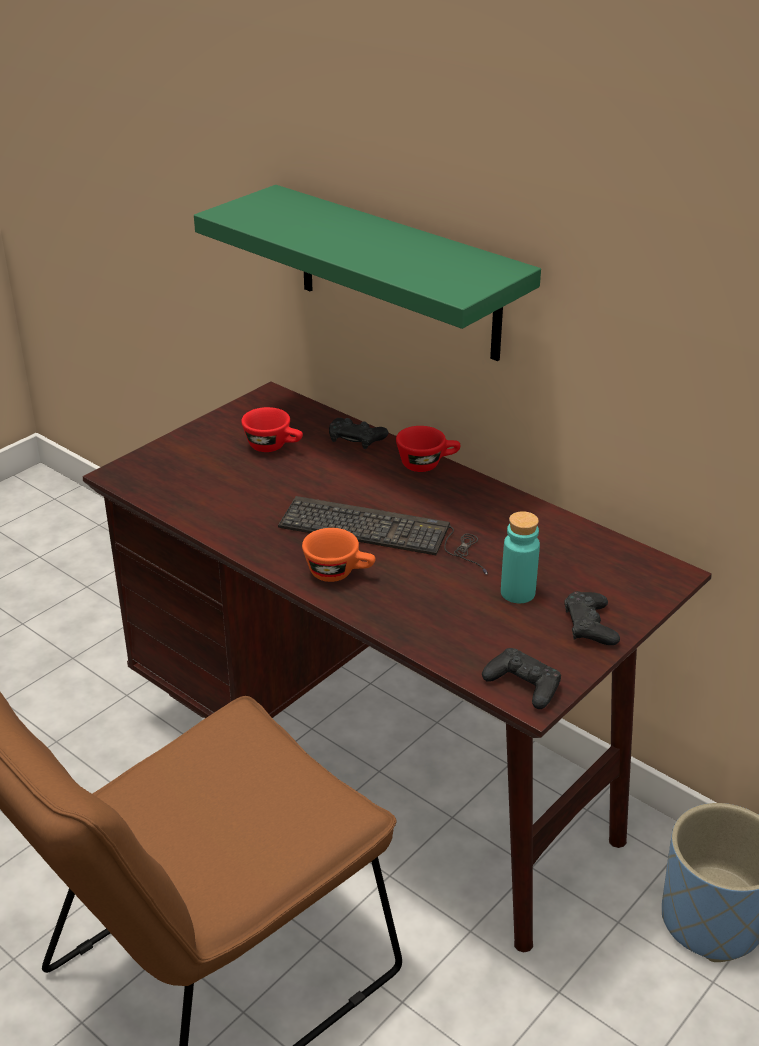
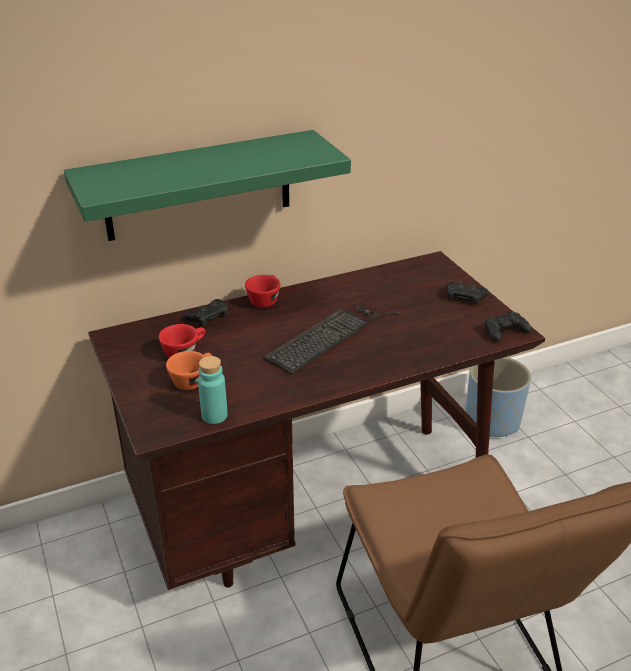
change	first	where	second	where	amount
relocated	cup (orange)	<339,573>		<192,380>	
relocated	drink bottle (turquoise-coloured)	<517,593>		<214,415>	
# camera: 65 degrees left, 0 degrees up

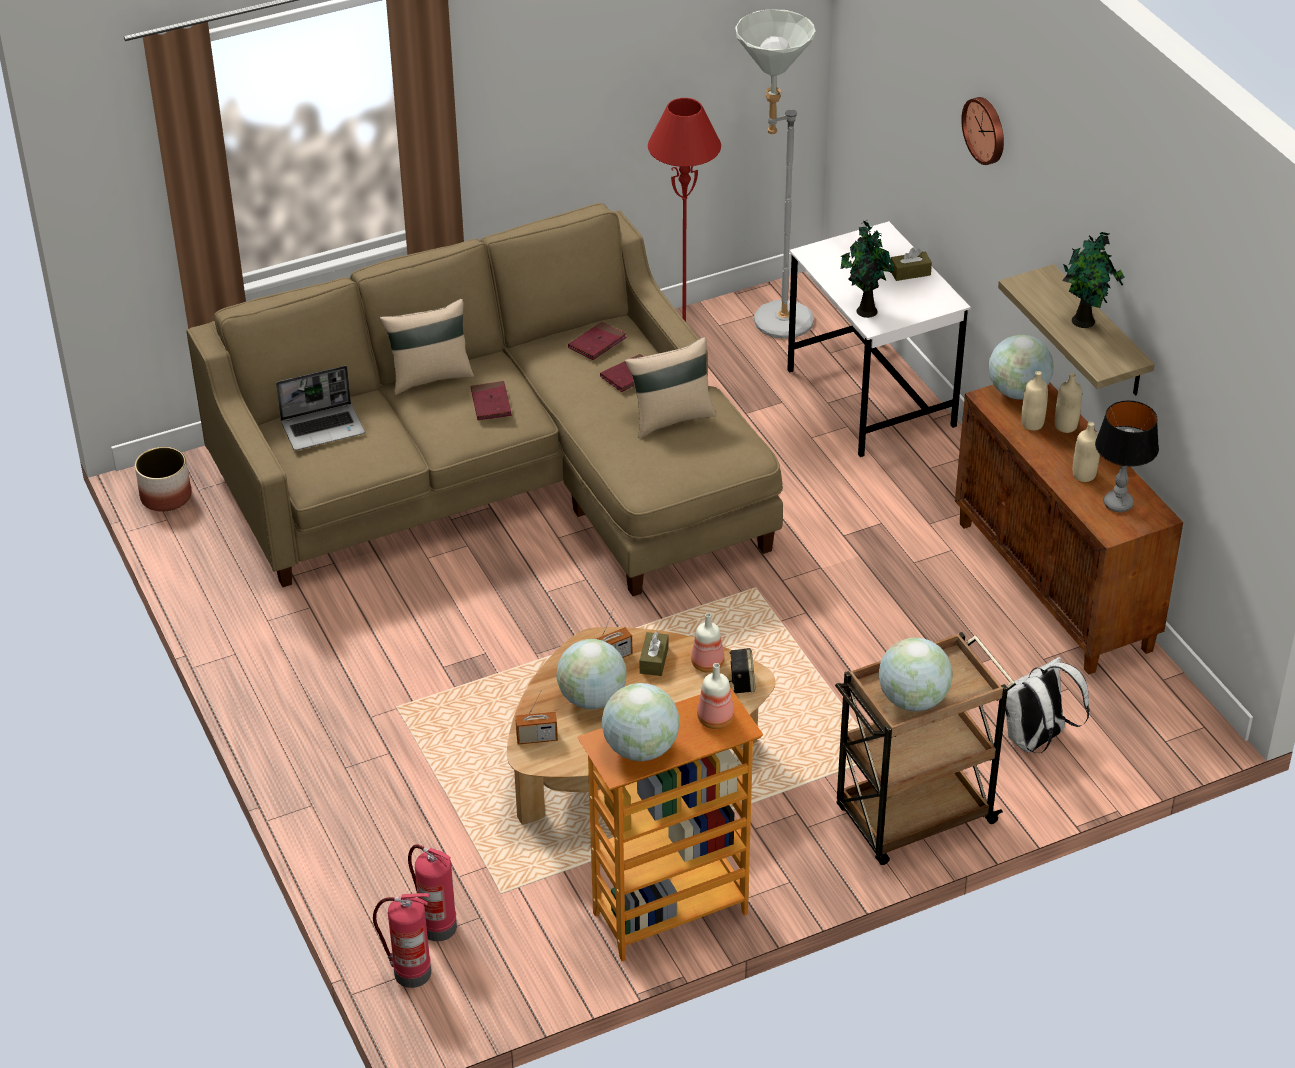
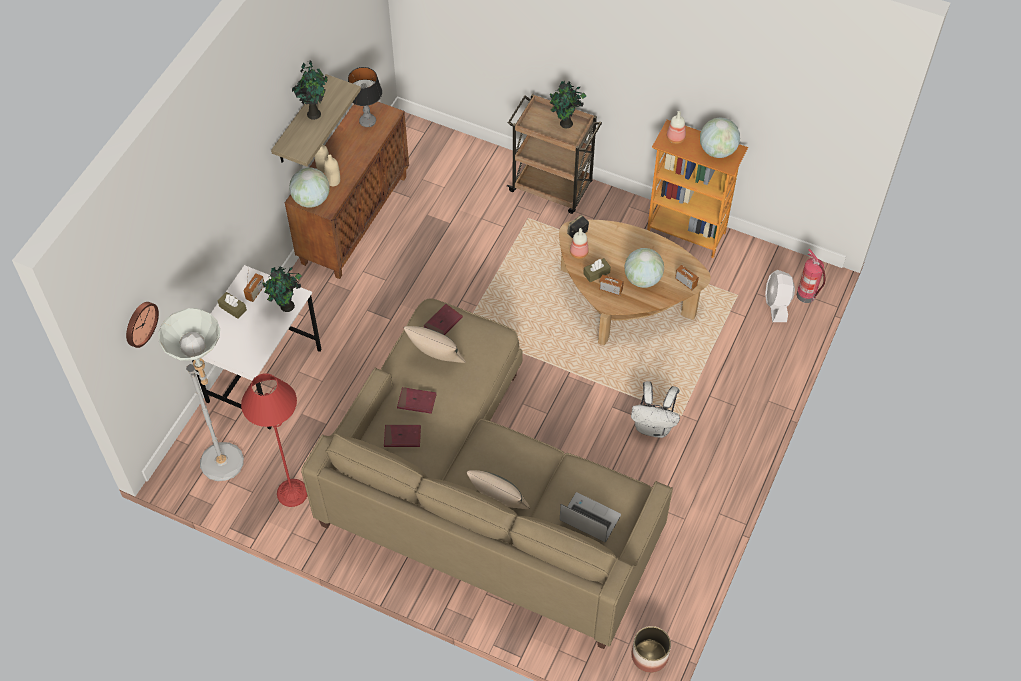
change	first	where	second	where	amount
missing	drink bottle (sand-coloured)	<1084,475>			
appeared			radio	<255,292>	
relocated	bound book (red)	<491,403>		<443,322>	
relocated	hanging clock	<986,130>		<140,323>	
relocated	backpack (white)	<1035,740>		<653,427>	
exchanged	extinguisher	<436,926>	cooling fan (white)	<776,304>	
exchanged	globe	<912,700>	potted plant	<566,124>	
# camera: 130 degrees left, 15 degrees up

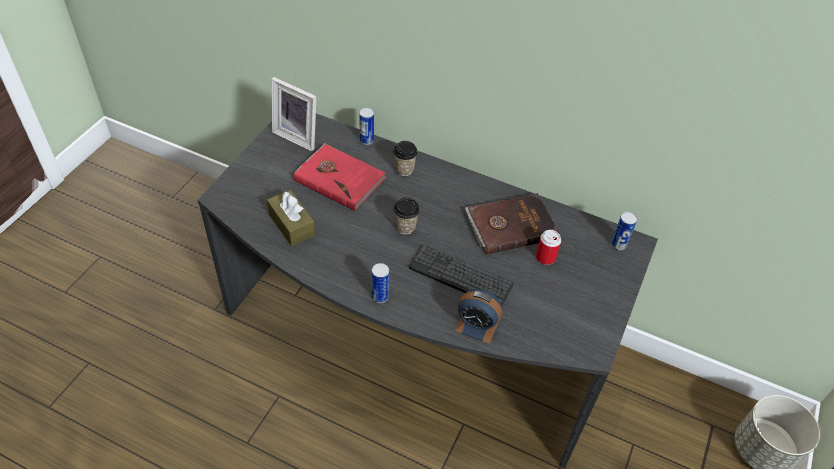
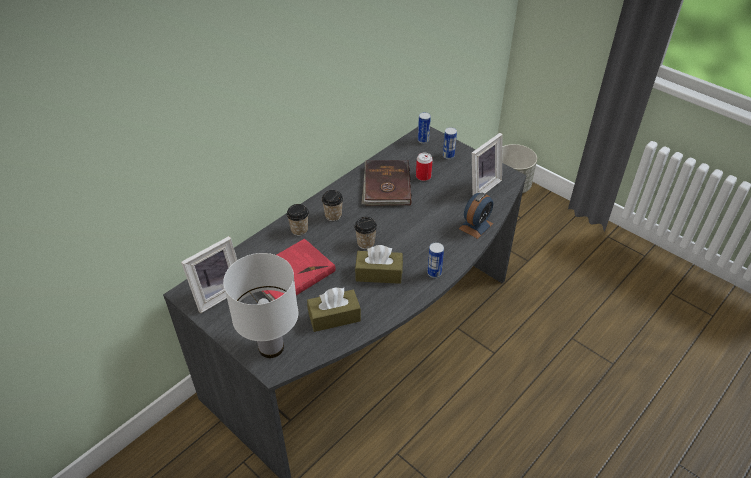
change	first	where	second	where	amount
missing	keyboard	<460,276>			
appeared			lamp for a table (white)	<271,347>	
appeared			cup	<333,216>	
appeared			tissue holder (brown-coloured)	<379,273>	
appeared			picture frame	<480,186>	
relocated	metal can	<366,140>		<448,156>	
# camera: 70 degrees left, 5 degrees down

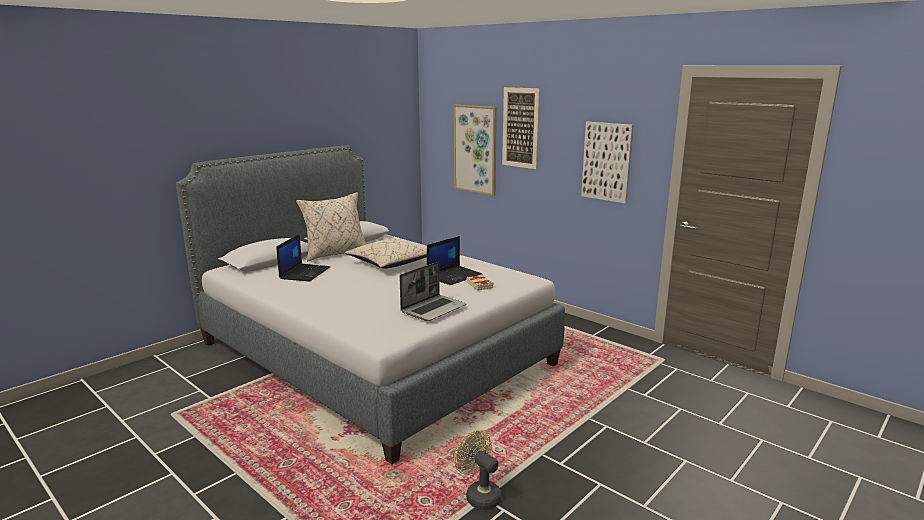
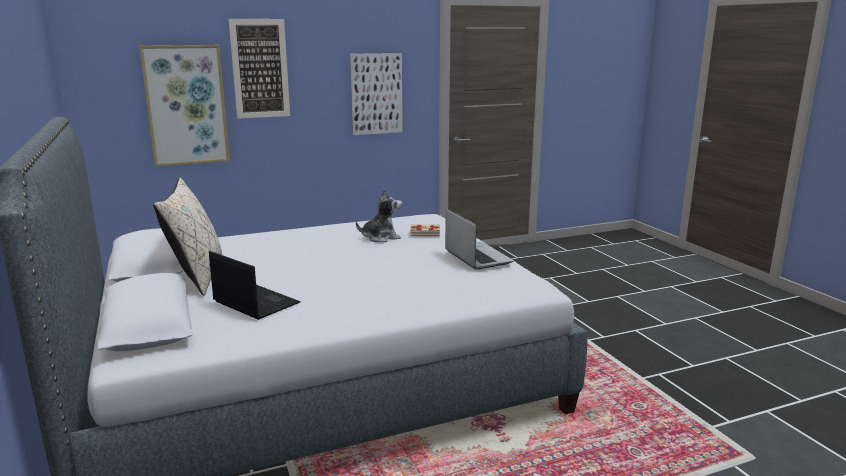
change	first	where	second	where	amount
missing	throw pillow (sand-coloured)	<390,263>			
missing	cooling fan (sand-coloured)	<479,495>			
exchanged	laptop	<454,276>	cuddly toy	<381,238>	
# camera: 65 degrees left, 0 degrees up

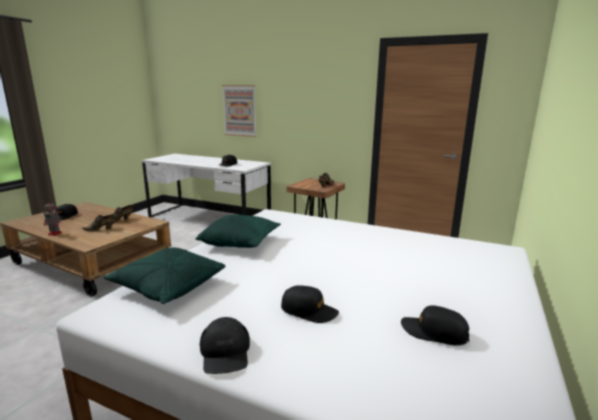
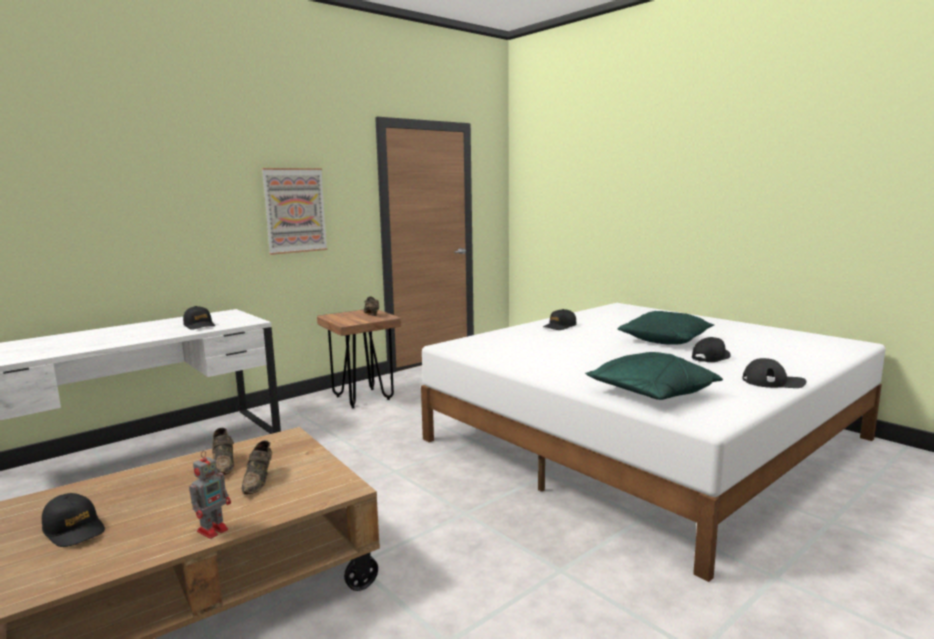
change	first	where	second	where	amount
relocated	throw pillow (green)	<240,242>		<665,340>	
relocated	picture	<239,110>		<295,210>	
relocated	peaked cap (black-coloured)	<434,332>		<559,326>	
# camera: 65 degrees left, 5 degrees down

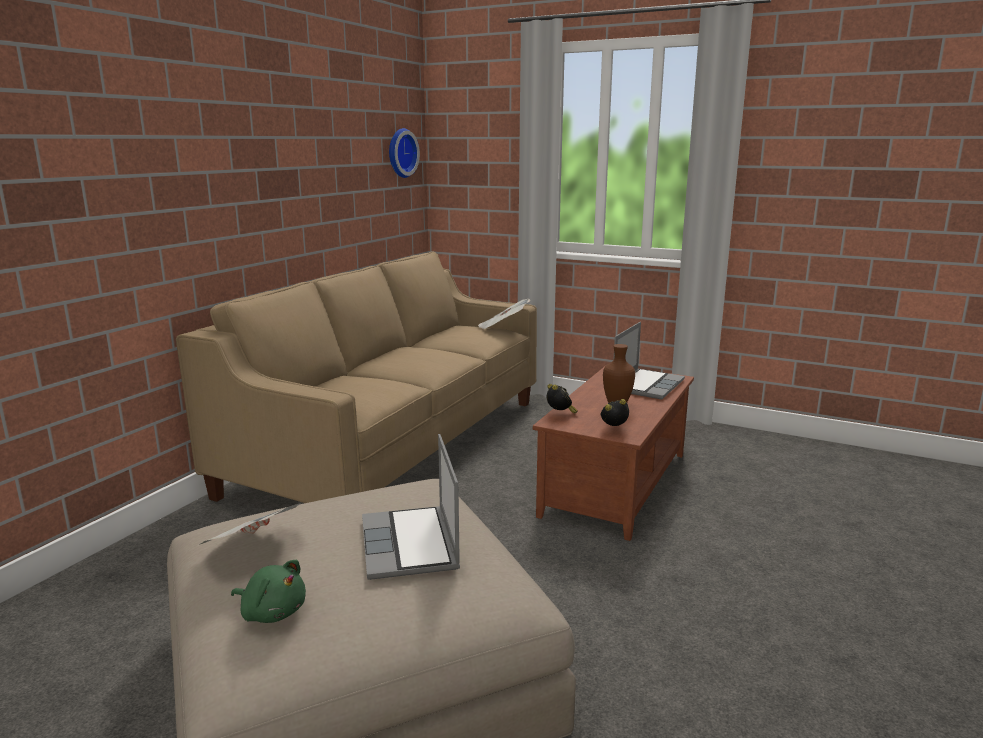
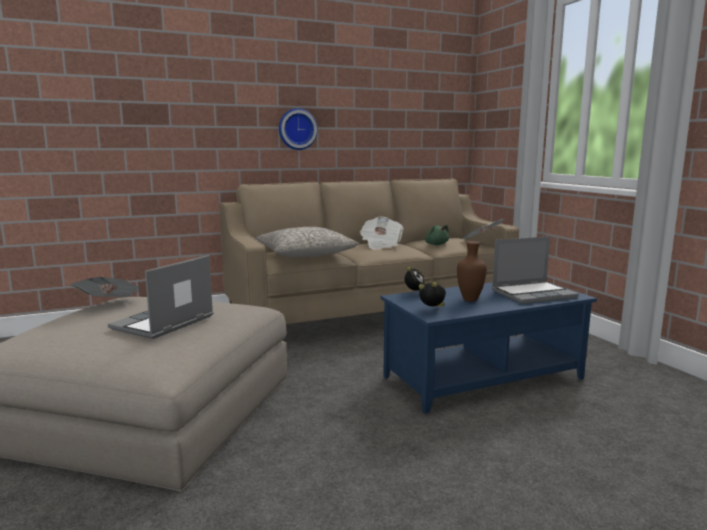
change	first	where	second	where	amount
appeared			throw pillow (grey)	<306,254>	
appeared			daily paper	<380,245>	
relocated	cuddly toy (green)	<272,612>		<436,244>	
relocated	hanging clock	<400,153>		<297,129>	
colour	coffee table (brown-coloured)	<614,483>	coffee table (blue-coloured)	<482,377>	
# camera: 40 degrees right, 5 degrees down

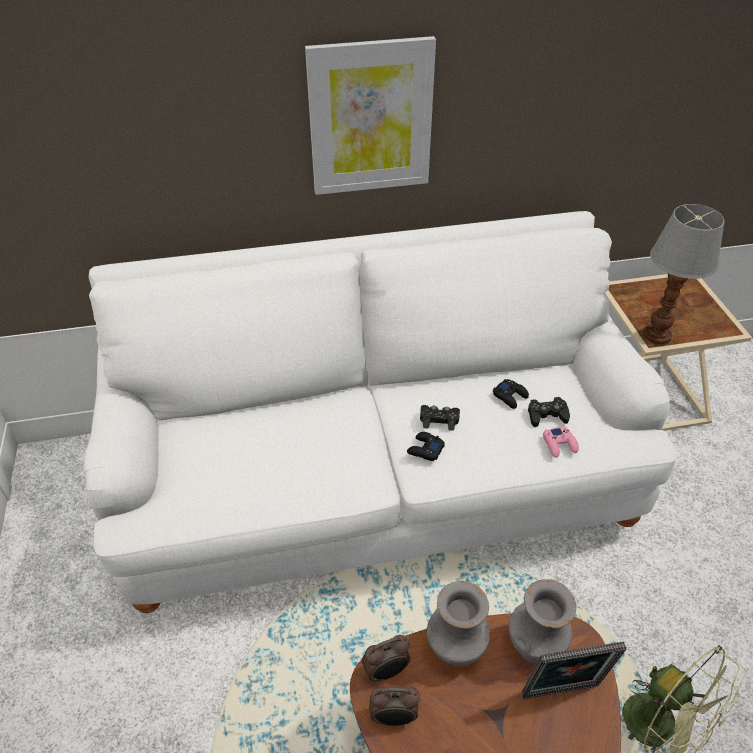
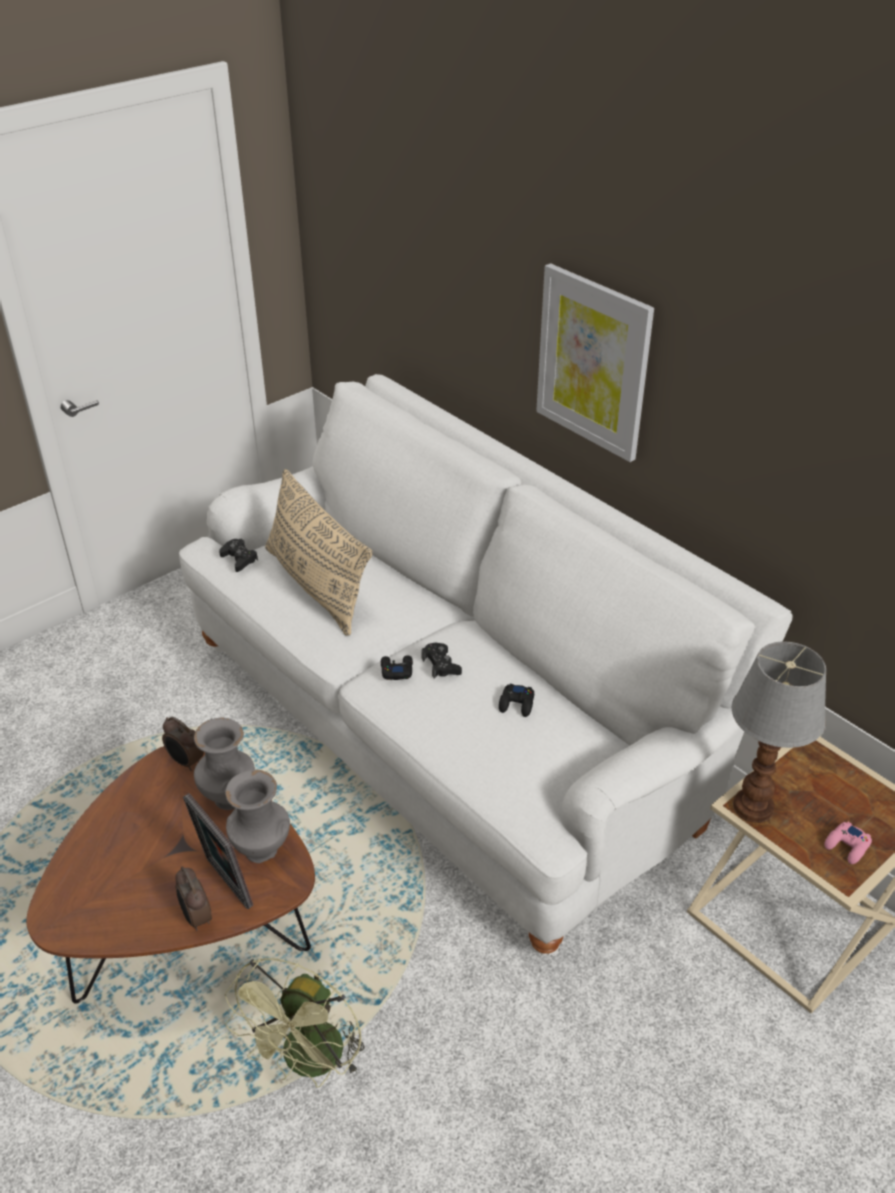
change	first	where	second	where	amount
appeared			throw pillow (sand-coloured)	<316,586>	
relocated	alarm clock	<393,718>		<196,918>	
relocated	game controller (black-coloured)	<547,415>		<239,559>	
relocated	game controller (pink)	<559,444>		<847,846>	
# camera: 60 degrees right, 5 degrees down

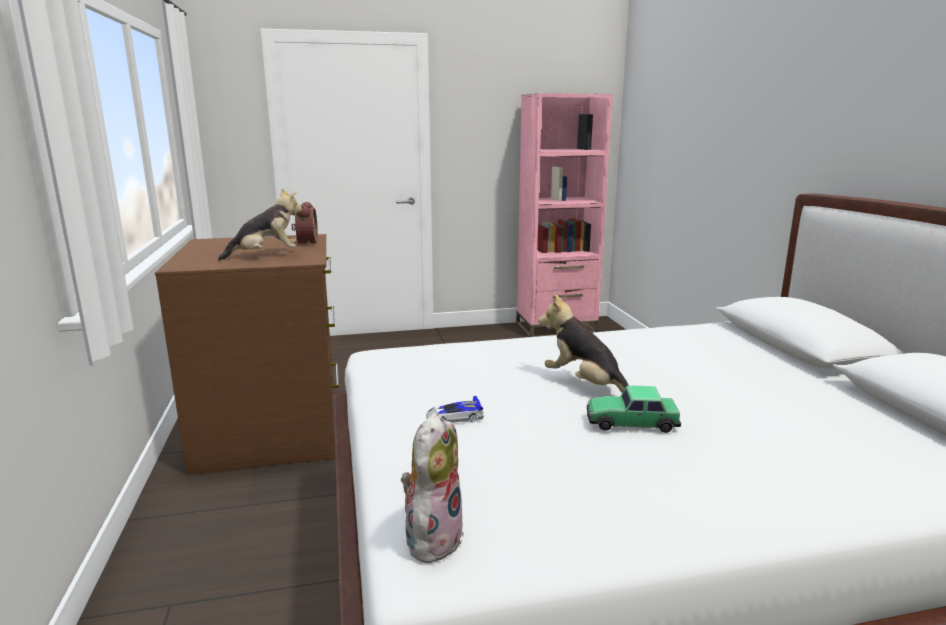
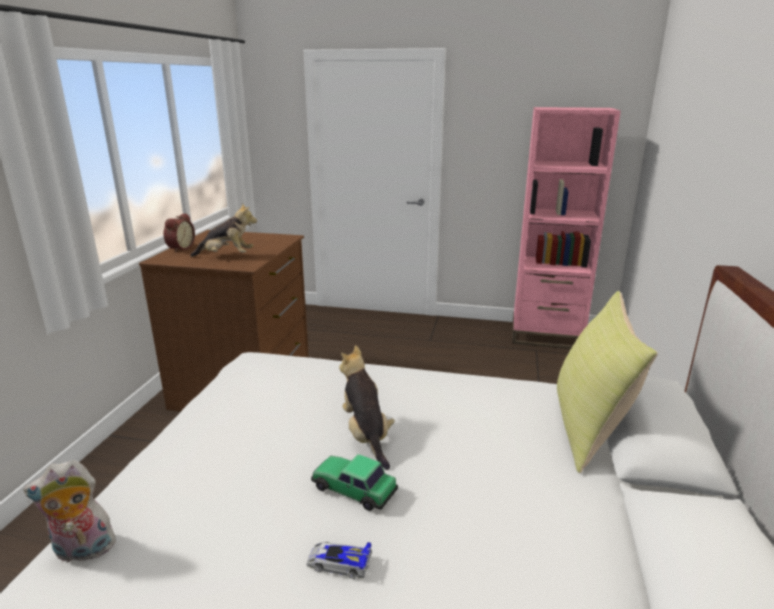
change	first	where	second	where	amount
appeared			throw pillow (yellow-coloured)	<590,428>	
relocated	alarm clock	<305,243>		<180,248>	
relocated	model car	<454,417>		<338,562>	
spun	cuddly toy	<432,538>		<82,551>	150 degrees counterclockwise
# camera: 25 degrees right, 5 degrees up

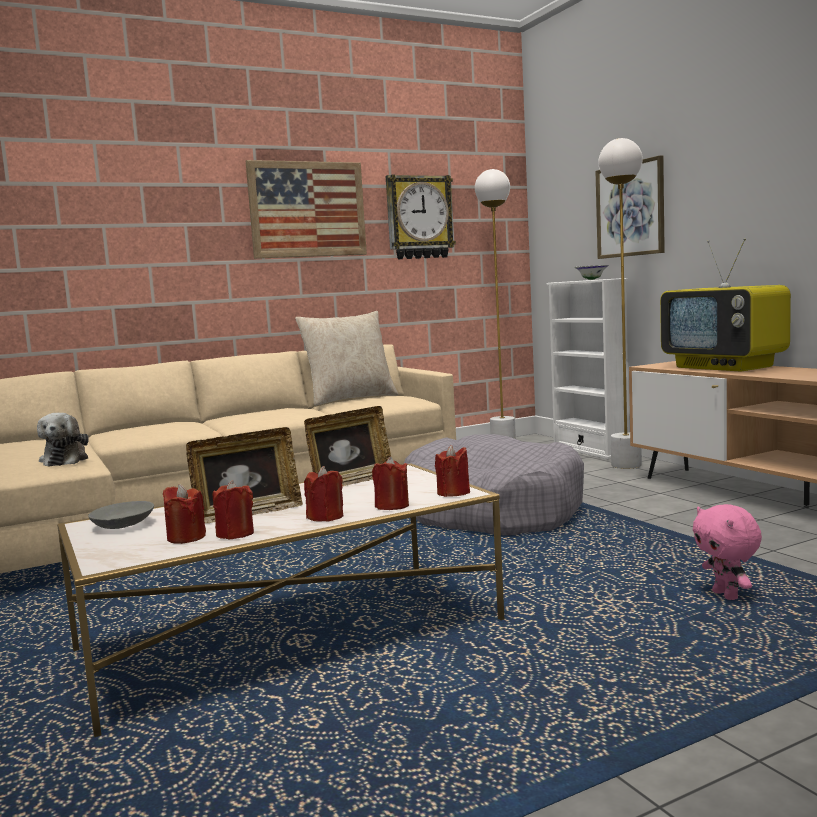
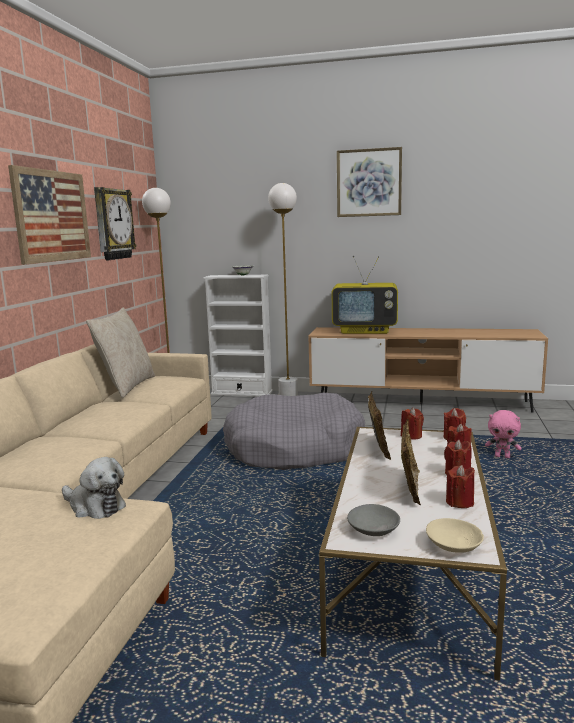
change	first	where	second	where	amount
appeared			deep dish (sand-coloured)	<454,545>	
relocated	wax light (red)	<186,537>		<411,436>	
relocated	picture	<630,210>		<369,183>	
# camera: 50 degrees left, 5 degrees up

